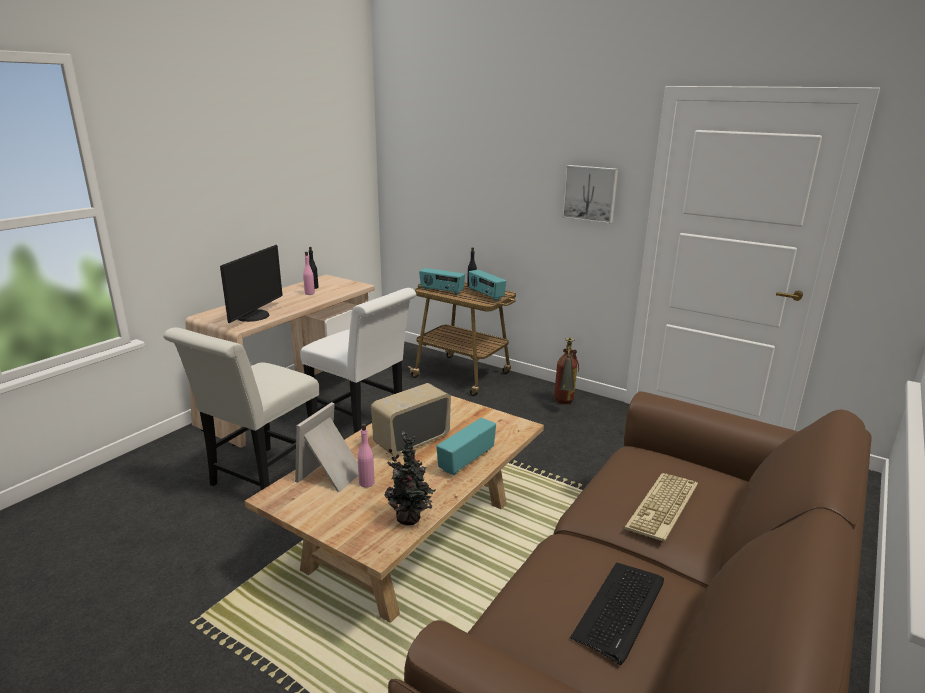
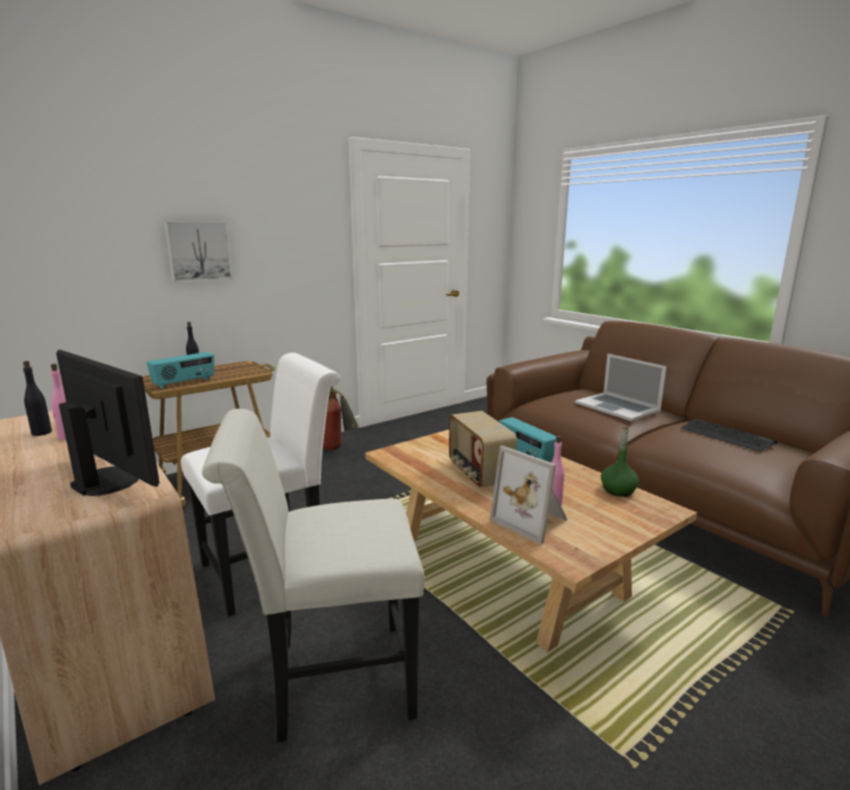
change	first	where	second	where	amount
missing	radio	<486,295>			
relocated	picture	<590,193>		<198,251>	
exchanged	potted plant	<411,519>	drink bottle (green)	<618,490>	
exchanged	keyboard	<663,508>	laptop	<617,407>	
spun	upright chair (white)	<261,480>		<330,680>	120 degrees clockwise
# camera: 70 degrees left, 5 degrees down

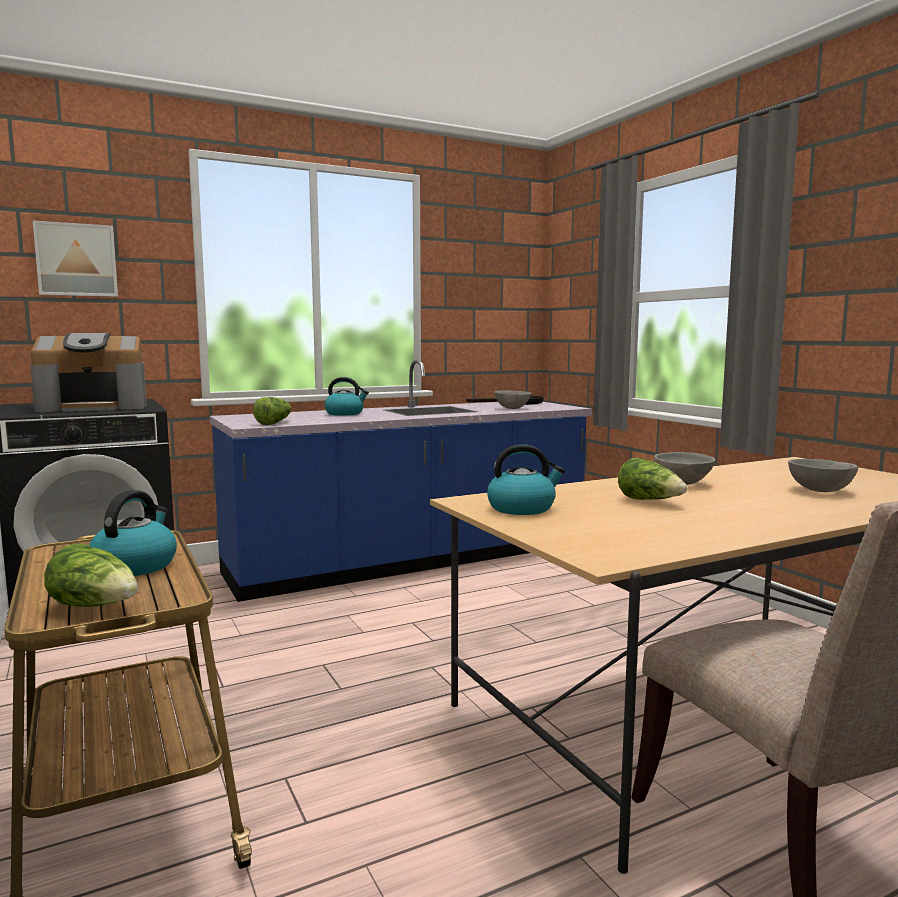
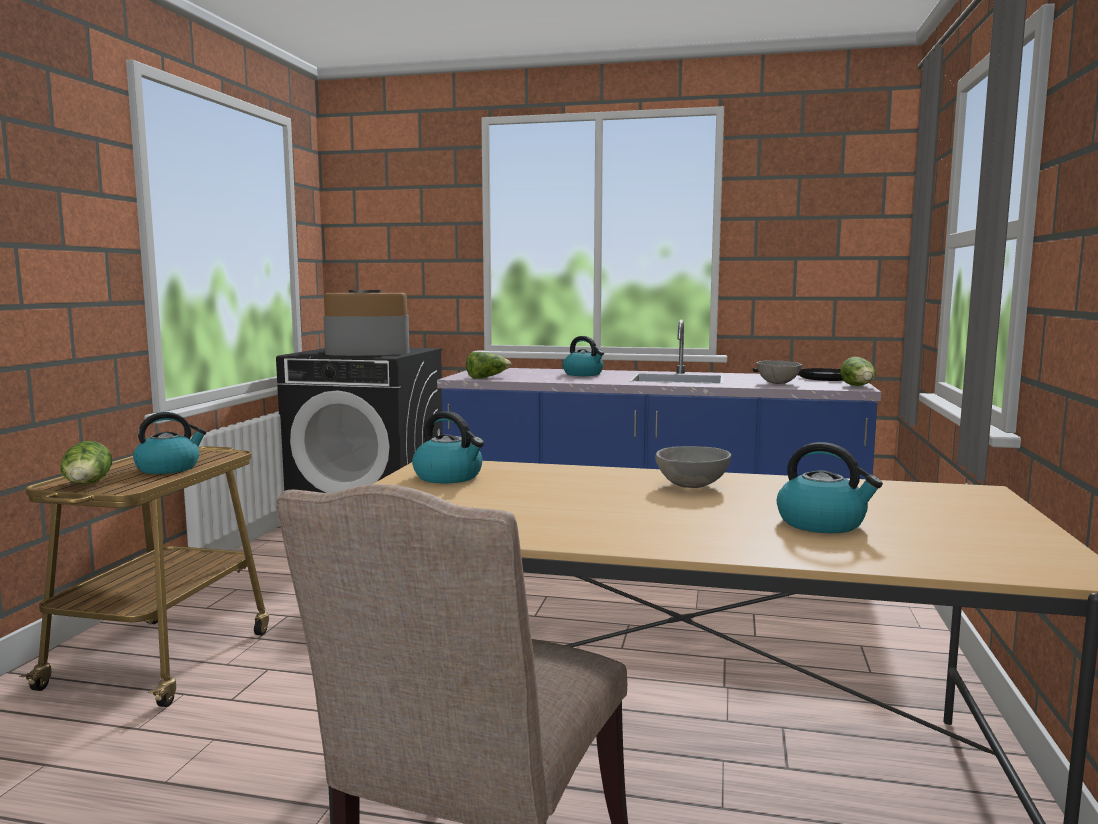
change	first	where	second	where	amount
missing	picture	<76,260>			
relocated	lettuce head	<650,501>		<859,387>	
exchanged	deep dish (grey)	<819,490>	tea kettle	<822,523>	
spun	coffee machine	<94,407>		<367,352>	150 degrees clockwise
# camera: 40 degrees right, 0 degrees up

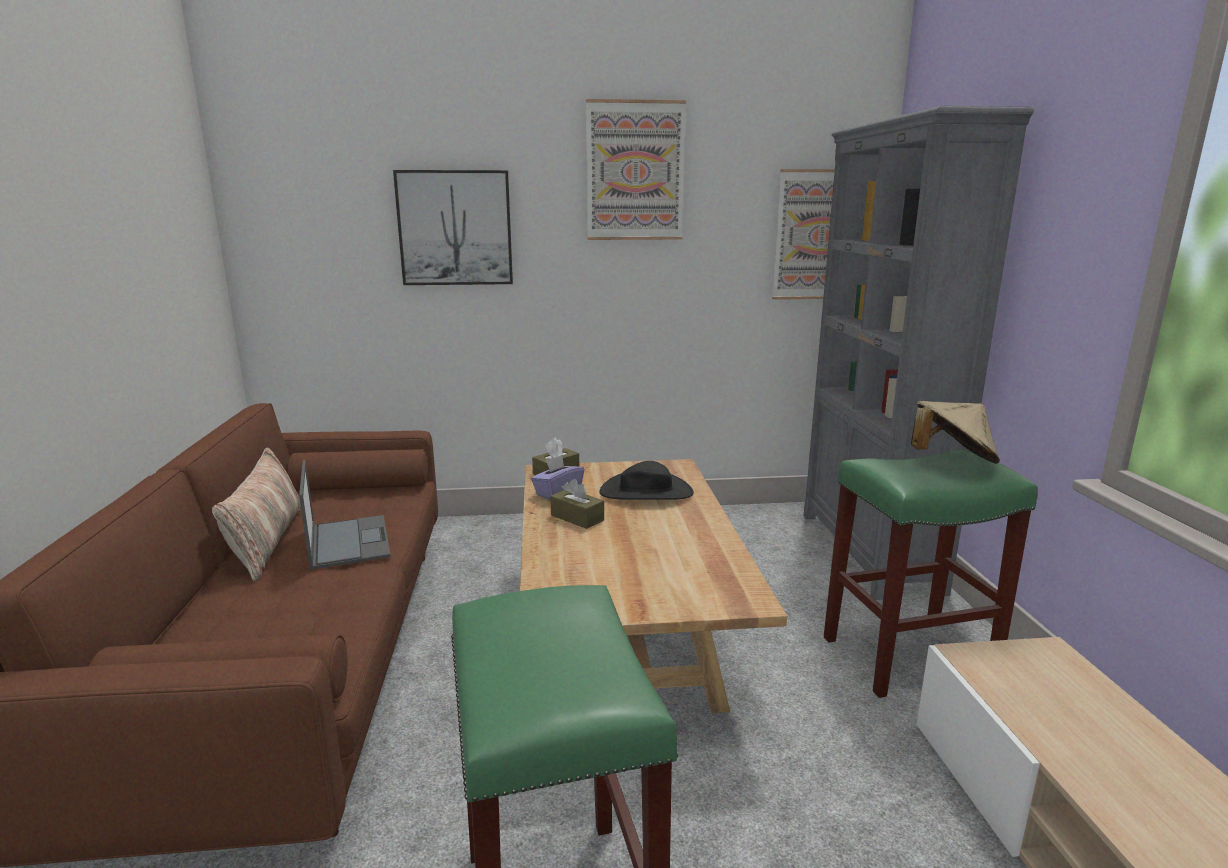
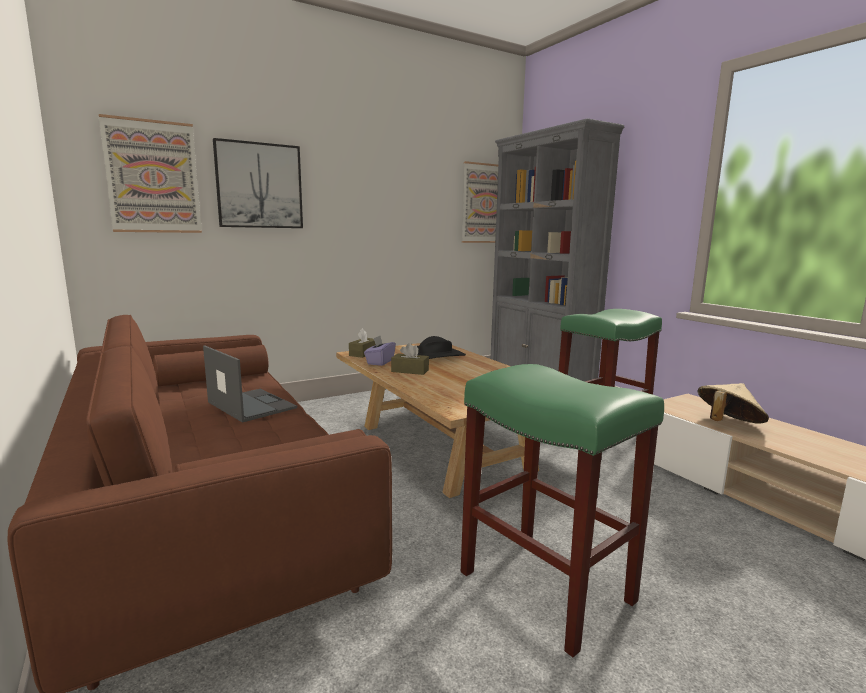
change	first	where	second	where	amount
missing	throw pillow	<267,540>			
relocated	picture	<635,171>		<153,177>	
relocated	clothing hat (sand-coloured)	<951,460>		<727,424>	
# camera: 25 degrees left, 5 degrees down

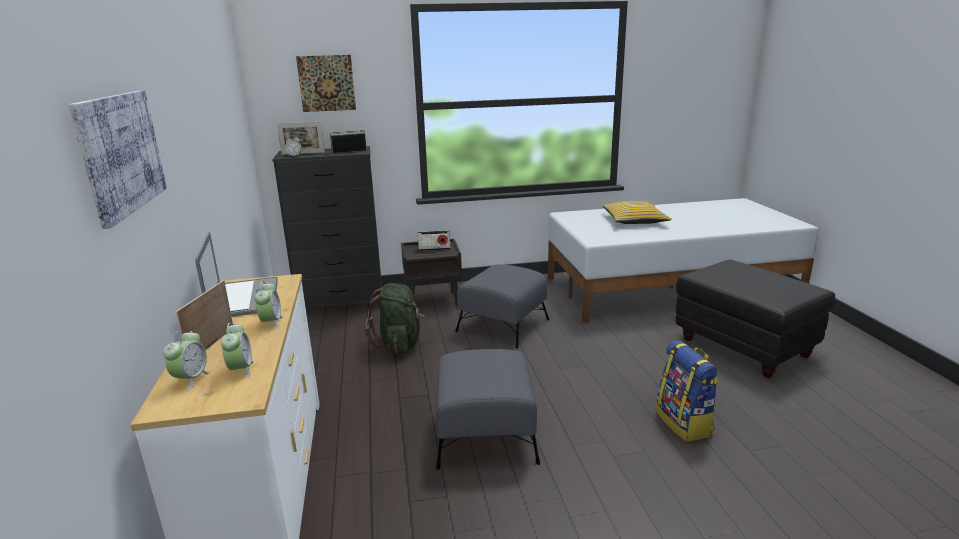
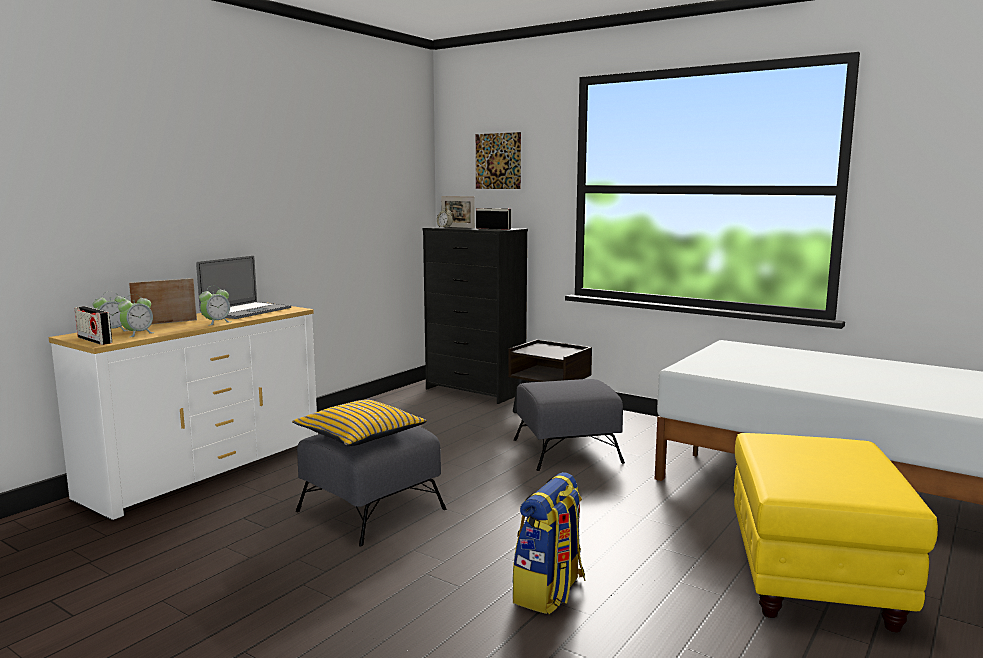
change	first	where	second	where	amount
missing	picture	<121,153>			
missing	backpack (green)	<399,344>			
relocated	radio	<434,249>		<94,340>	
relocated	throw pillow (yellow-coloured)	<634,220>		<360,435>	
colour	ottoman (black-coloured)	<744,347>	ottoman (yellow-coloured)	<814,578>	
# camera: 45 degrees right, 10 degrees down

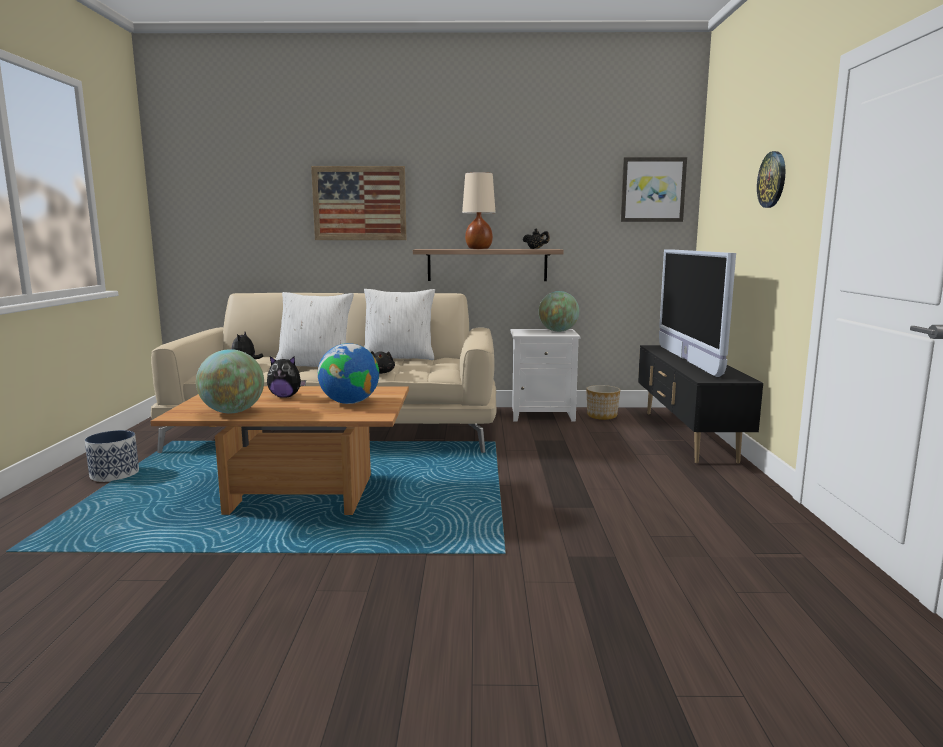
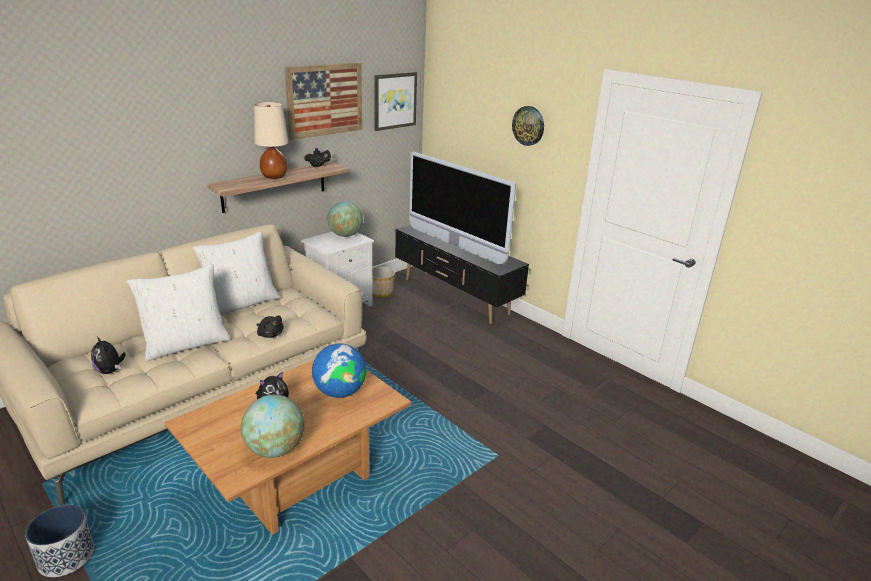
change	first	where	second	where	amount
relocated	picture	<359,203>		<325,100>	
# camera: 45 degrees left, 15 degrees up

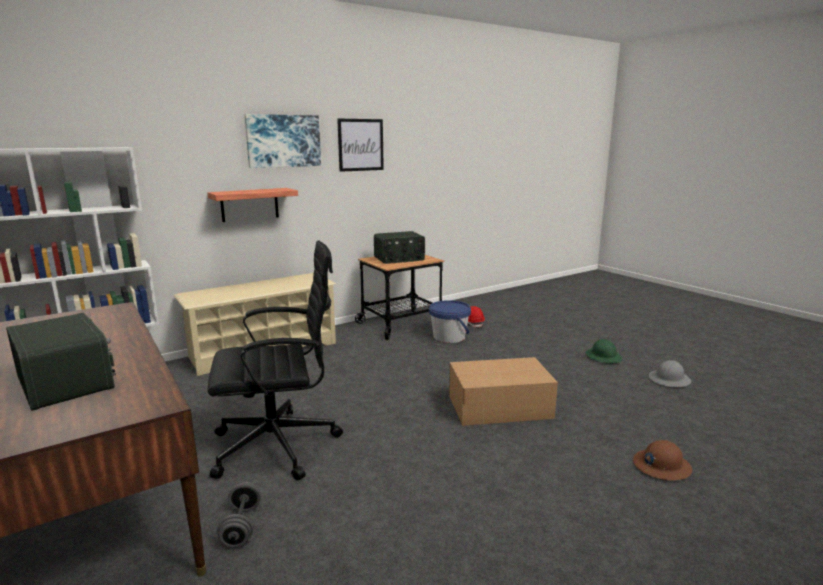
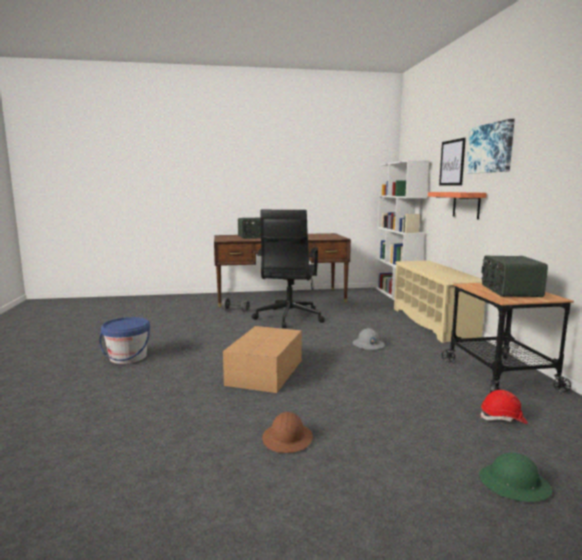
change	first	where	second	where	amount
relocated	picture	<360,145>		<452,162>	
relocated	bucket (blue-coloured)	<449,337>		<128,357>	
relocated	hard hat (green)	<603,357>		<514,484>	
relocated	hard hat (brown-coloured)	<661,466>		<287,439>	
relocated	hard hat (grey)	<669,380>		<368,345>	
# camera: 115 degrees right, 5 degrees down

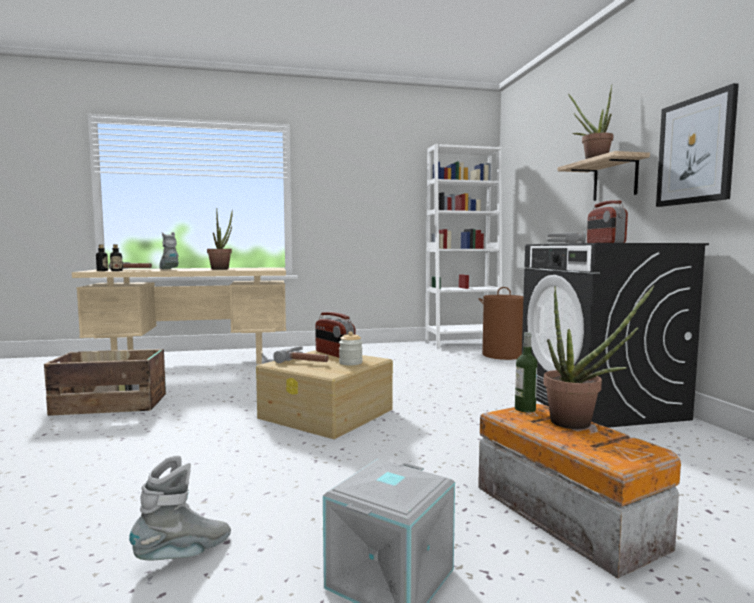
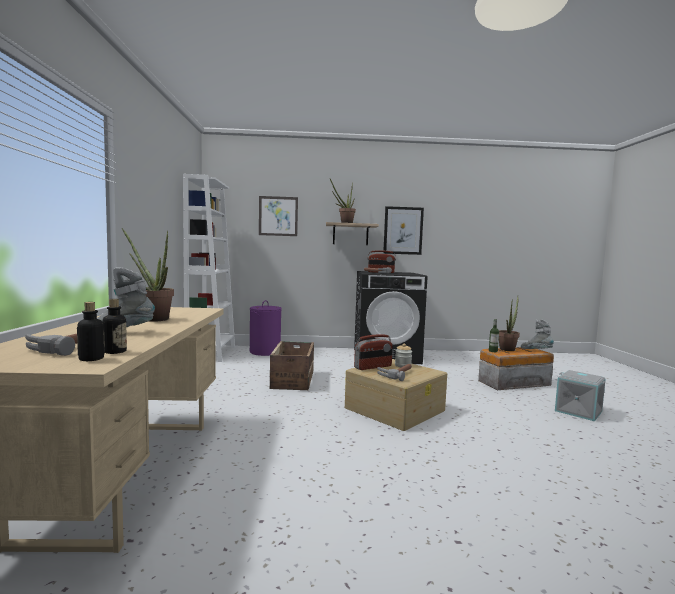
change	first	where	second	where	amount
appeared			picture	<278,216>	
relocated	shipping crate	<112,405>		<293,380>	
relocated	tall boot (grey)	<185,554>		<536,350>	
colour	laundry basket (brown-coloured)	<503,355>	laundry basket (purple-coloured)	<265,352>	
# camera: 80 degrees left, 0 degrees up

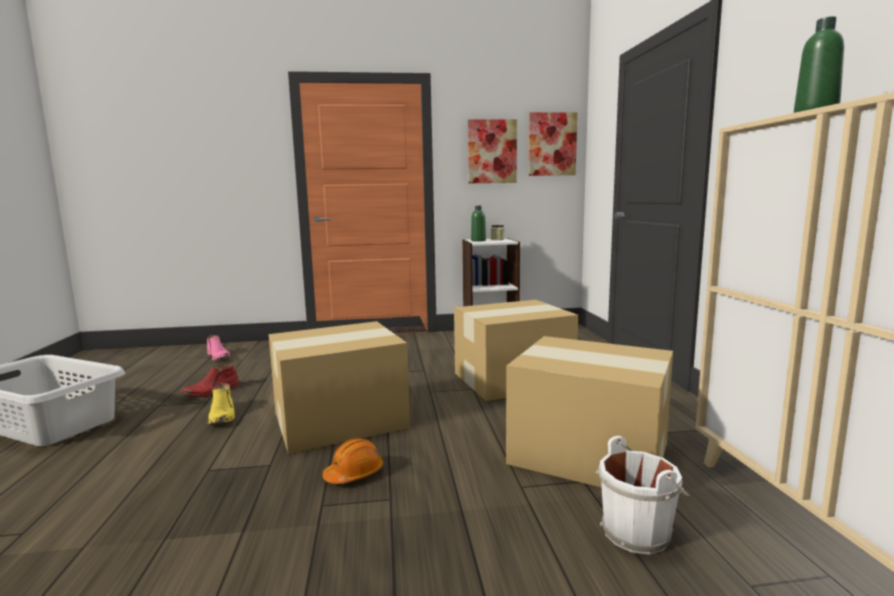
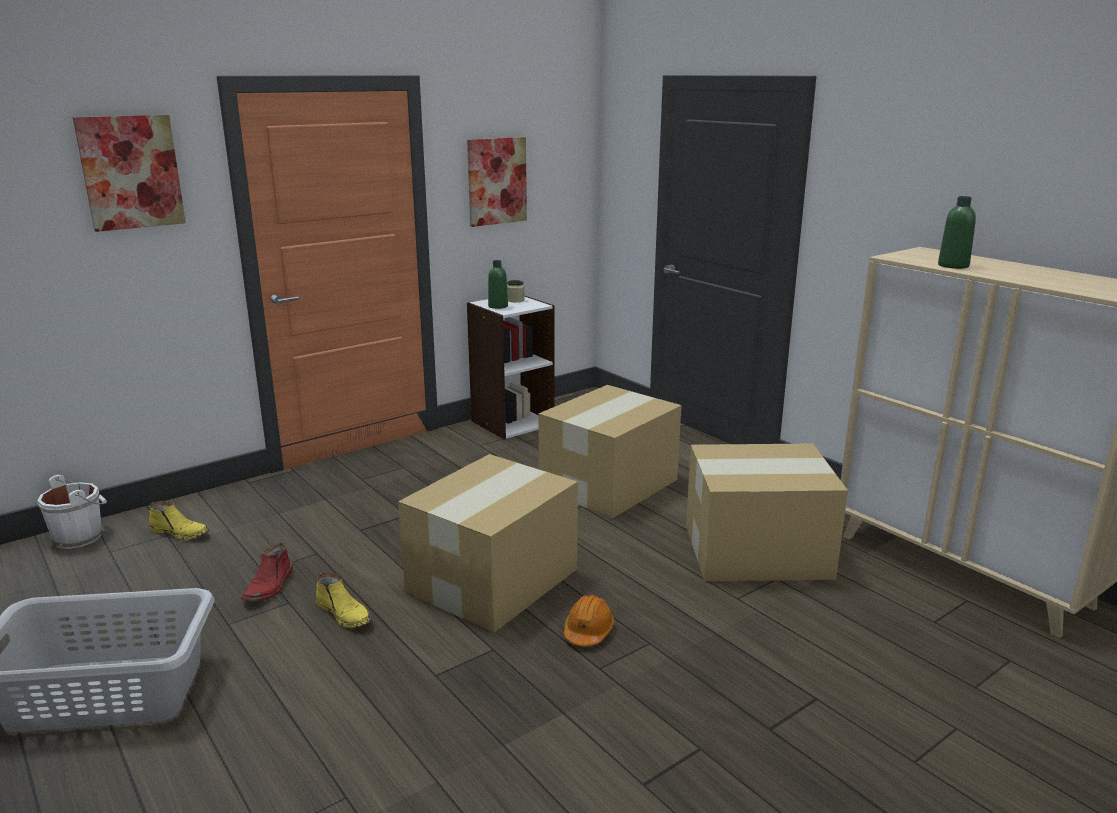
change	first	where	second	where	amount
relocated	picture	<552,144>		<131,172>	
relocated	bucket (white)	<638,532>		<80,536>	
colour	tall boot (pink)	<219,356>	tall boot (yellow-coloured)	<180,532>	
# camera: 30 degrees left, 10 degrees up

